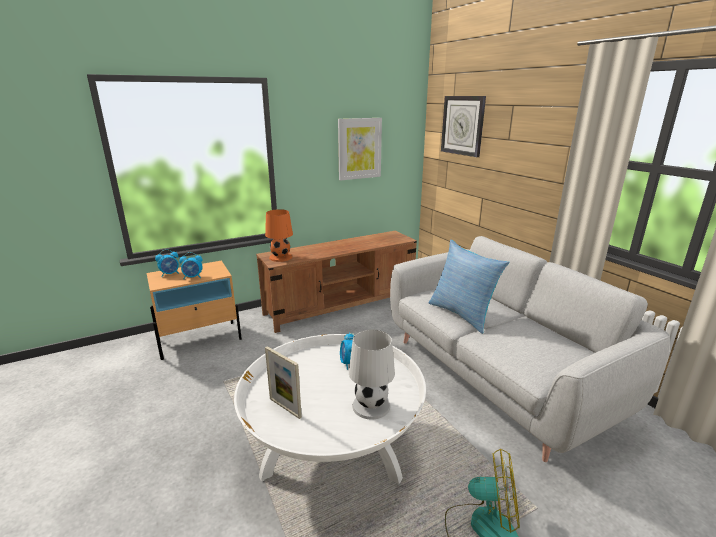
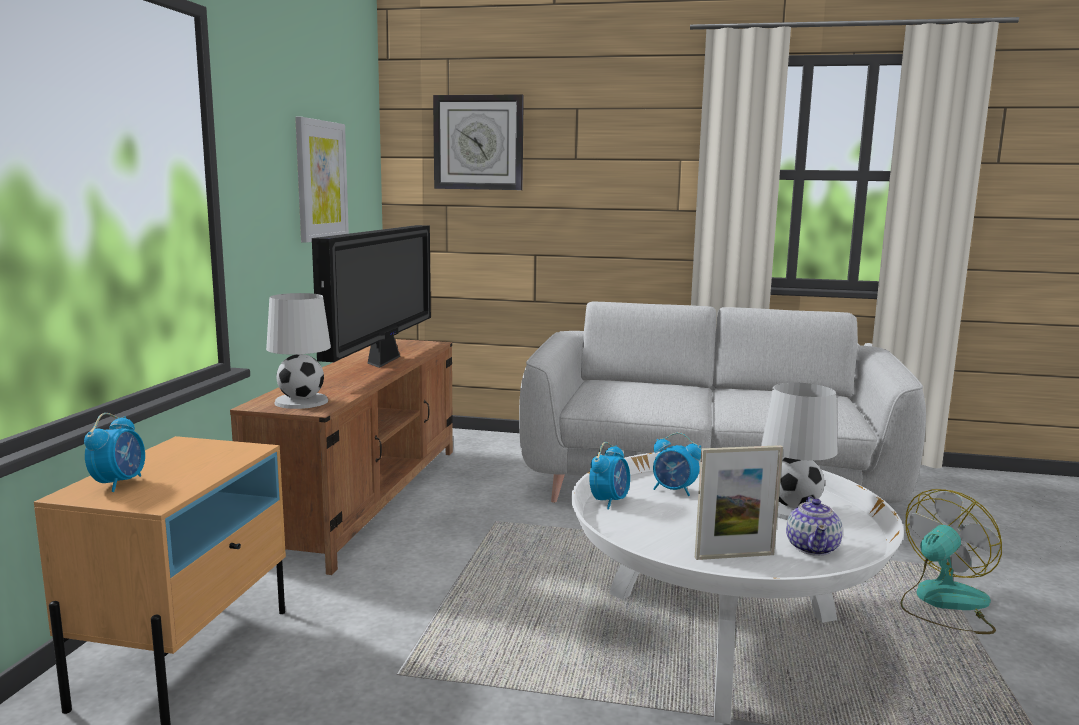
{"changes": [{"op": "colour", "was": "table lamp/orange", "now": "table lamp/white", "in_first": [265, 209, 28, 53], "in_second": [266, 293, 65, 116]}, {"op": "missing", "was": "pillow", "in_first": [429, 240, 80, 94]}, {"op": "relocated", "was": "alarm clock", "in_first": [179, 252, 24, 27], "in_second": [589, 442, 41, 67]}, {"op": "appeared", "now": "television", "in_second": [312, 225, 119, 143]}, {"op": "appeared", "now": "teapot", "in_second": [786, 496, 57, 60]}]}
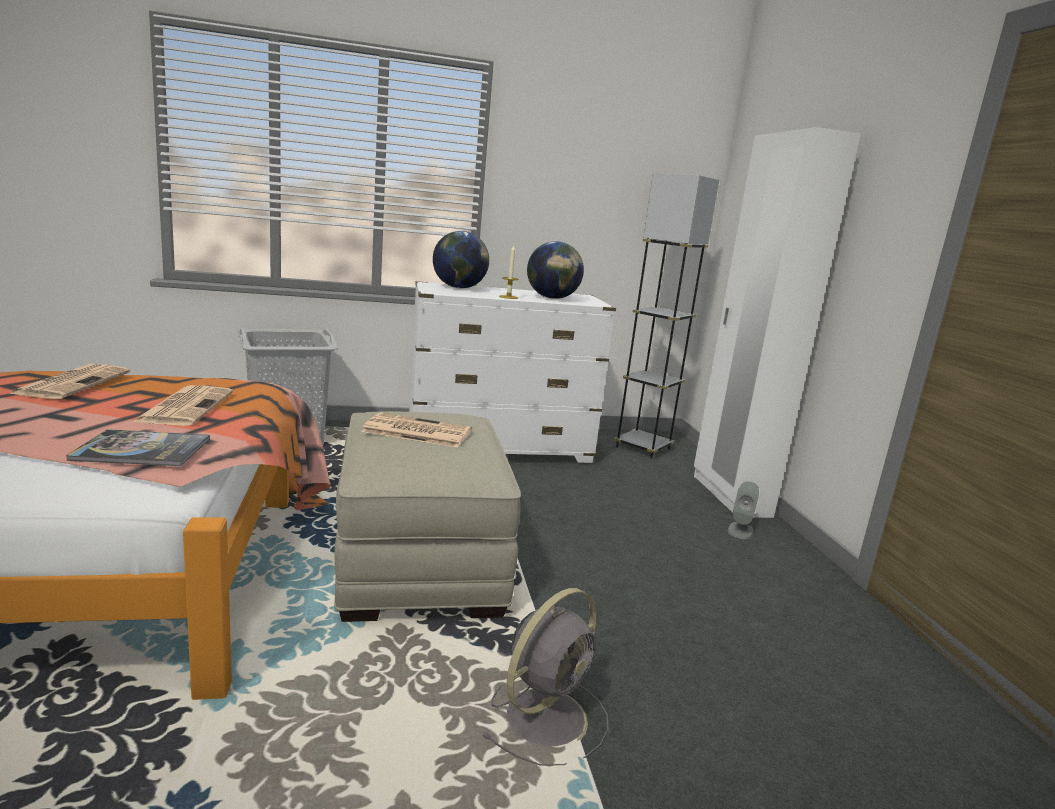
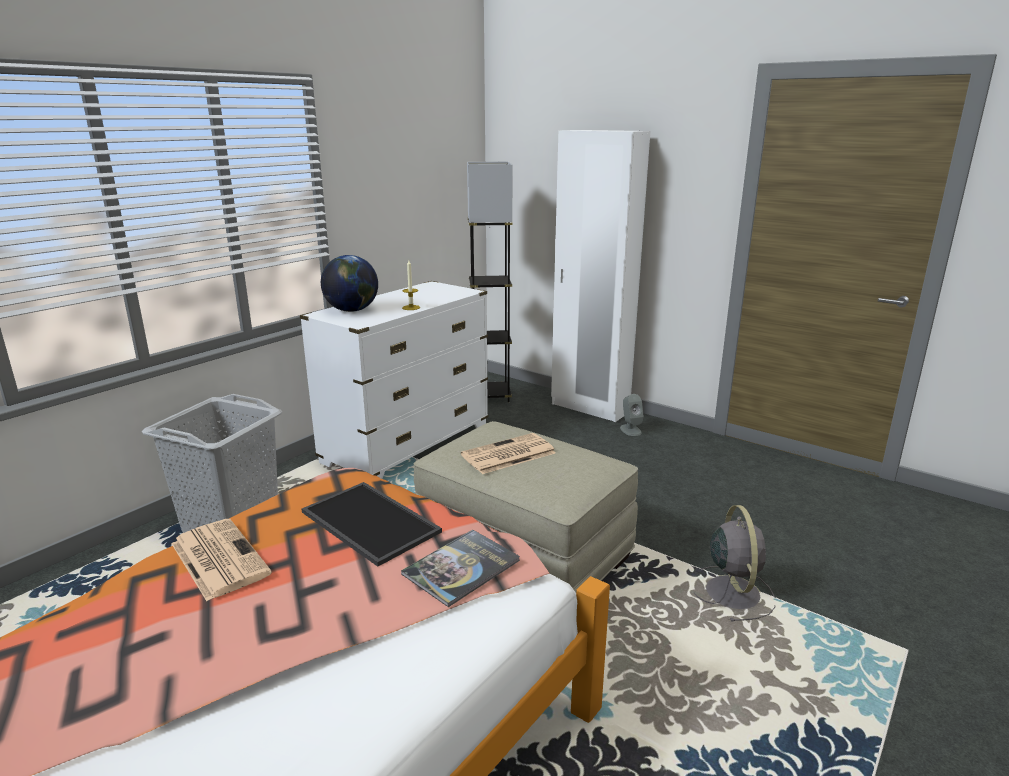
{"changes": [{"op": "missing", "was": "globe", "in_first": [527, 241, 57, 58]}, {"op": "exchanged", "was": "newspaper", "now": "tray", "in_first": [133, 385, 100, 41], "in_second": [302, 482, 140, 85]}]}
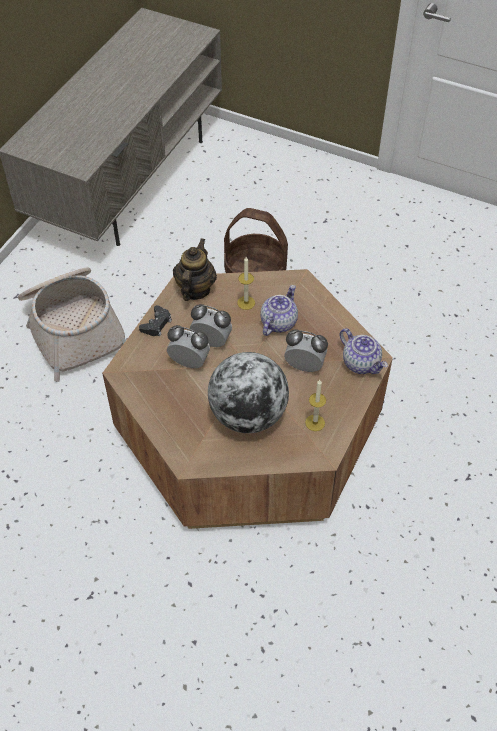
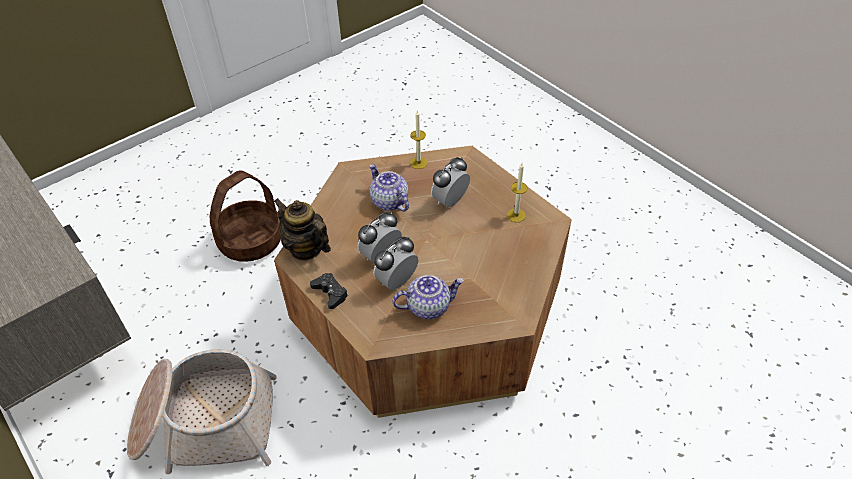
{"changes": [{"op": "relocated", "was": "candle", "in_first": [237, 257, 18, 53], "in_second": [410, 111, 18, 58]}, {"op": "relocated", "was": "teapot", "in_first": [340, 328, 48, 46], "in_second": [392, 275, 72, 44]}, {"op": "missing", "was": "globe", "in_first": [208, 352, 81, 81]}]}
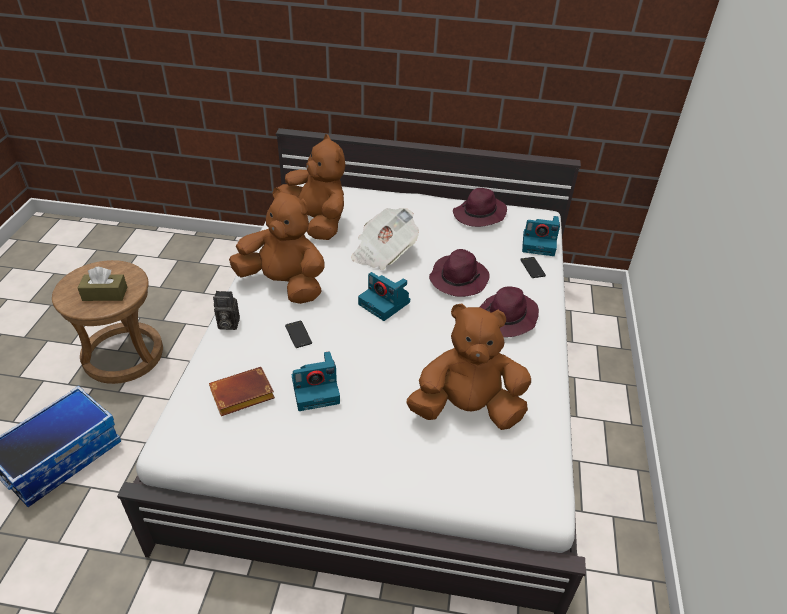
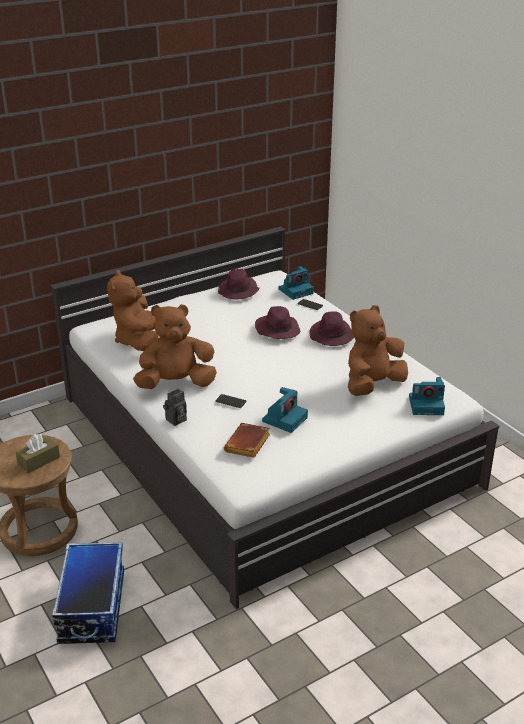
{"changes": [{"op": "spun", "was": "plush toy/brown", "in_first": [278, 134, 67, 106], "in_second": [107, 270, 52, 81], "clockwise": -105}, {"op": "missing", "was": "newspaper", "in_first": [351, 208, 68, 62]}, {"op": "relocated", "was": "photo camera", "in_first": [358, 272, 52, 49], "in_second": [409, 377, 36, 38]}]}
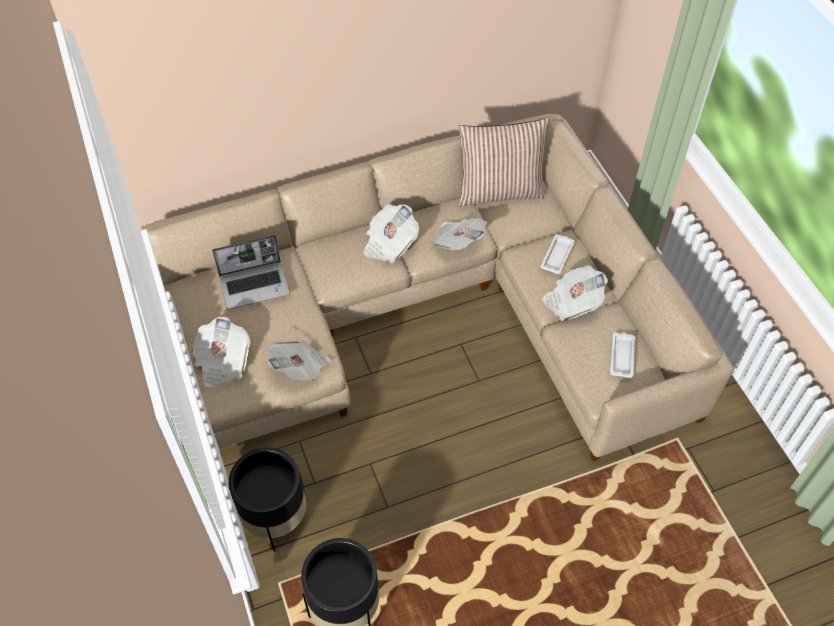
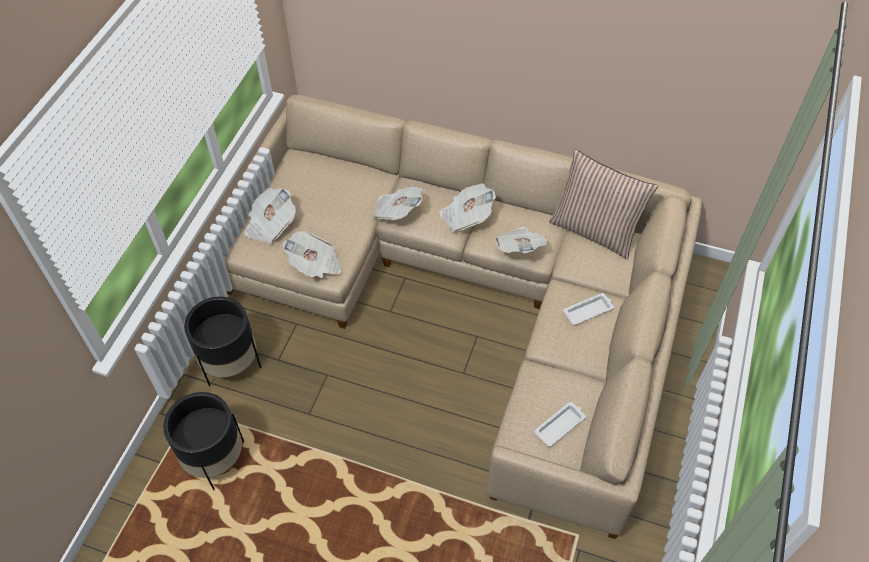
{"changes": [{"op": "missing", "was": "laptop", "in_first": [212, 235, 78, 75]}, {"op": "relocated", "was": "newspaper", "in_first": [542, 266, 66, 55], "in_second": [373, 186, 50, 34]}]}
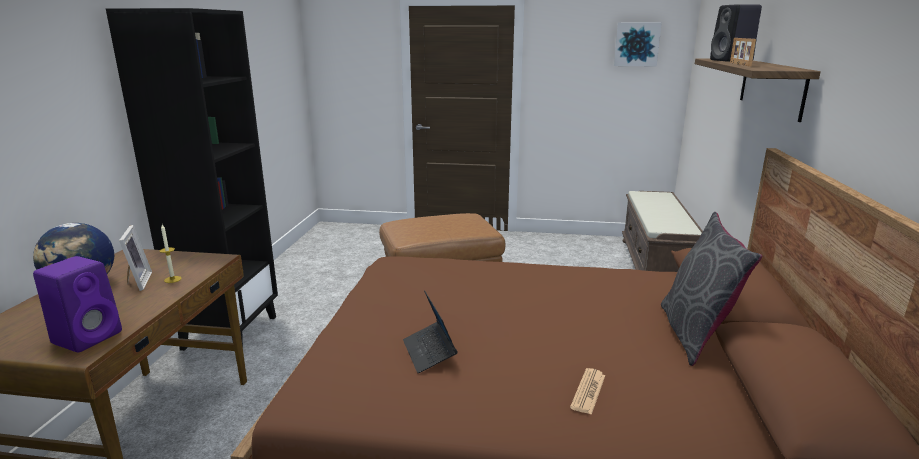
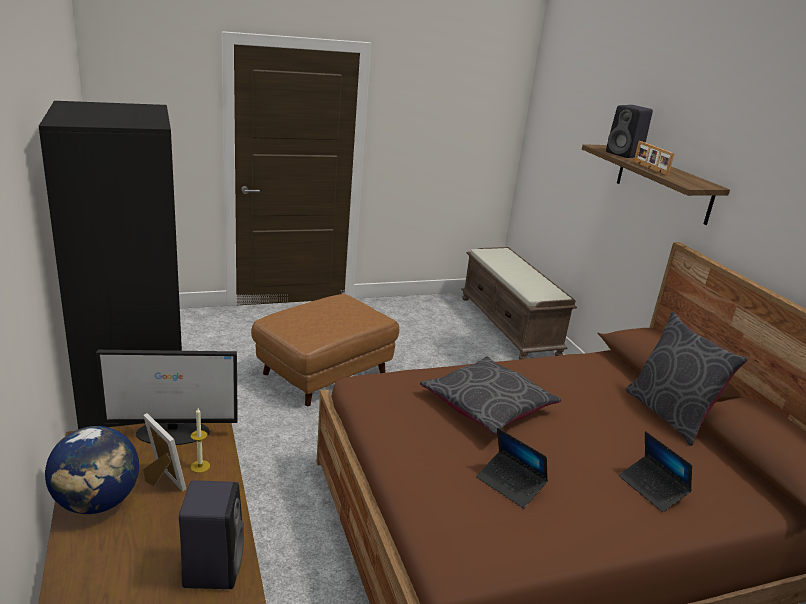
{"changes": [{"op": "missing", "was": "picture", "in_first": [614, 22, 48, 44]}, {"op": "colour", "was": "speaker/purple", "now": "speaker/black", "in_first": [33, 256, 89, 96], "in_second": [179, 480, 65, 109]}, {"op": "exchanged", "was": "newspaper", "now": "laptop", "in_first": [570, 368, 35, 47], "in_second": [619, 431, 73, 81]}, {"op": "appeared", "now": "monitor", "in_second": [96, 350, 142, 95]}, {"op": "appeared", "now": "pillow/grey", "in_second": [420, 356, 141, 79]}]}
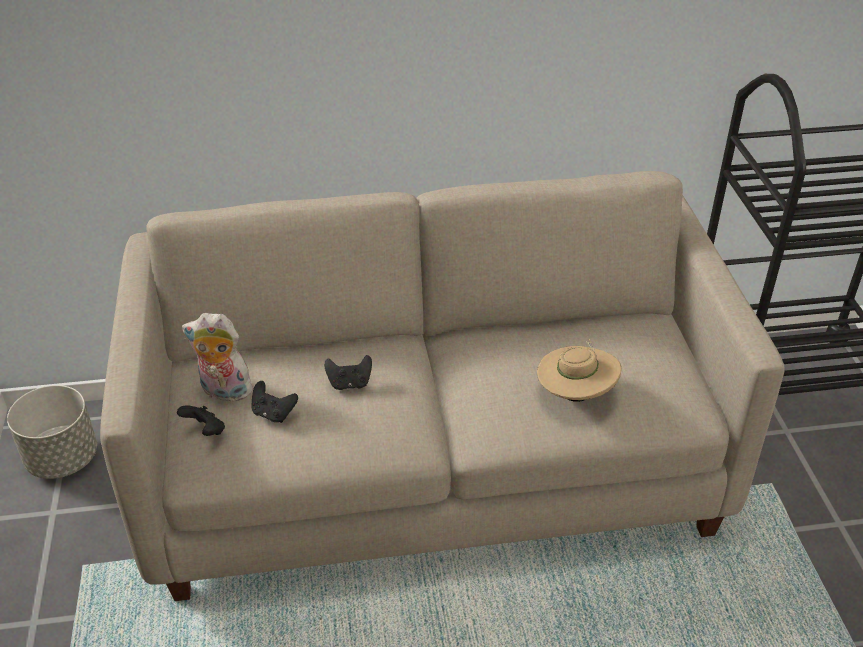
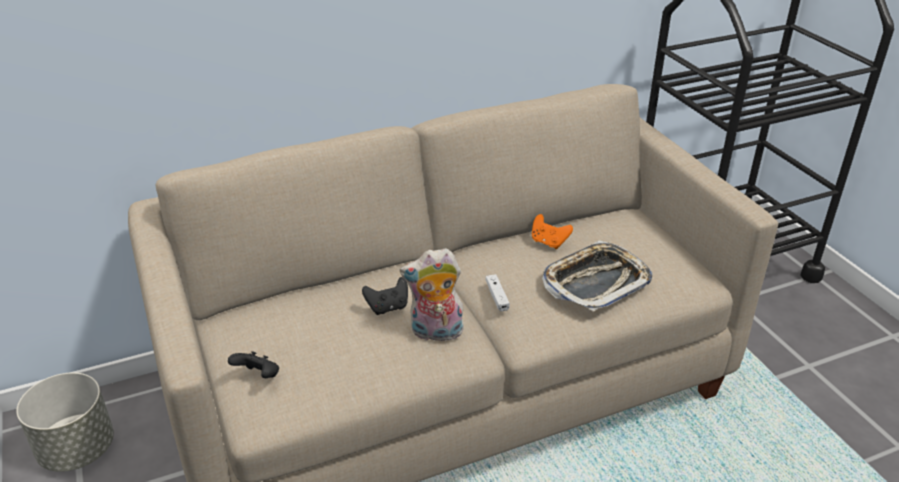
{"changes": [{"op": "relocated", "was": "plush toy", "in_first": [182, 313, 71, 89], "in_second": [400, 248, 64, 93]}, {"op": "exchanged", "was": "hat/beige", "now": "tray", "in_first": [537, 339, 84, 63], "in_second": [542, 240, 110, 72]}, {"op": "missing", "was": "game controller/black", "in_first": [252, 381, 46, 42]}, {"op": "appeared", "now": "game controller/orange", "in_second": [532, 214, 41, 35]}, {"op": "appeared", "now": "game controller/white", "in_second": [485, 274, 25, 37]}]}
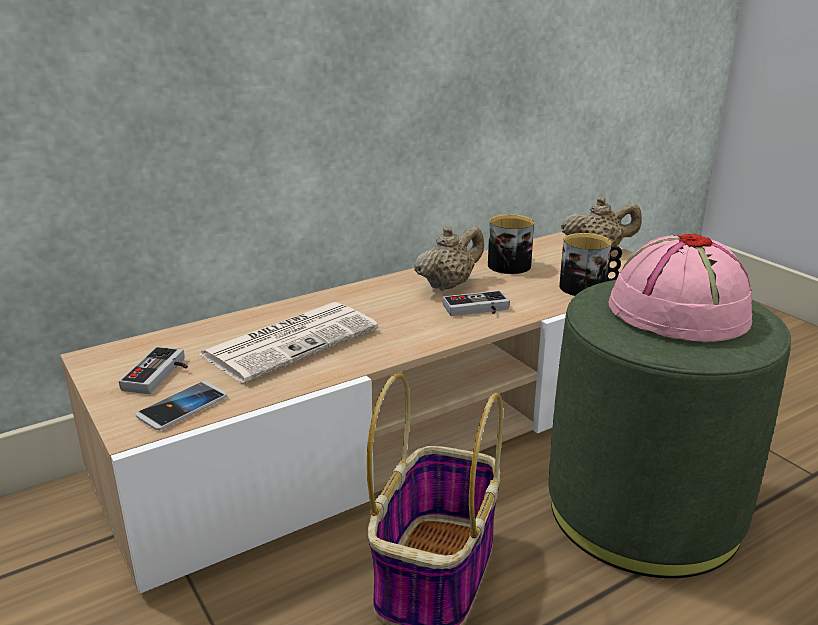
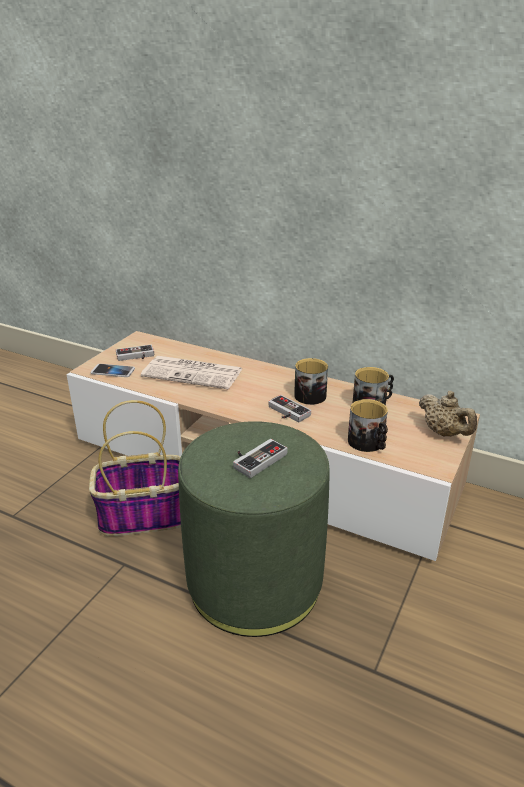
{"changes": [{"op": "exchanged", "was": "teapot/beige", "now": "mug", "in_first": [414, 226, 70, 65], "in_second": [294, 358, 34, 47]}, {"op": "exchanged", "was": "hat/pink", "now": "game controller", "in_first": [608, 234, 144, 108], "in_second": [233, 439, 54, 39]}]}
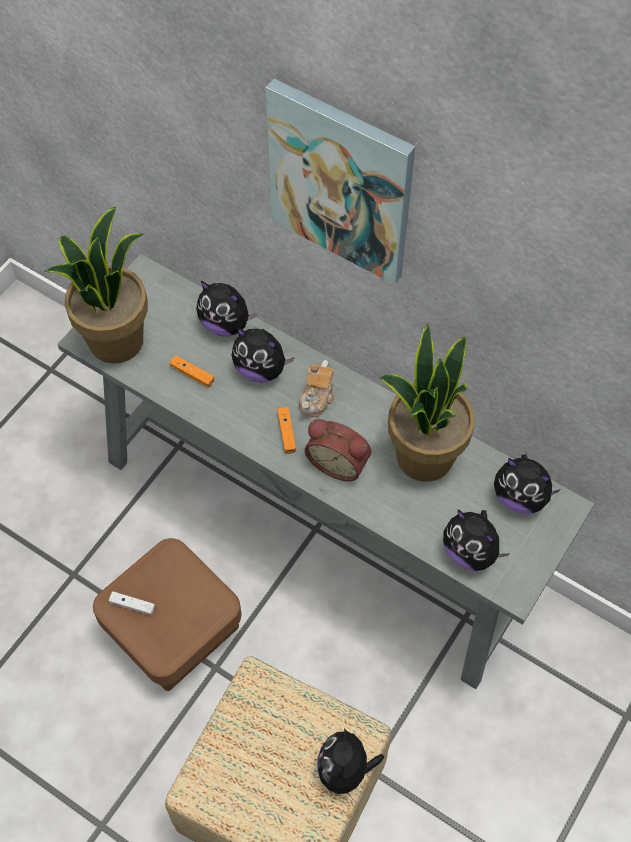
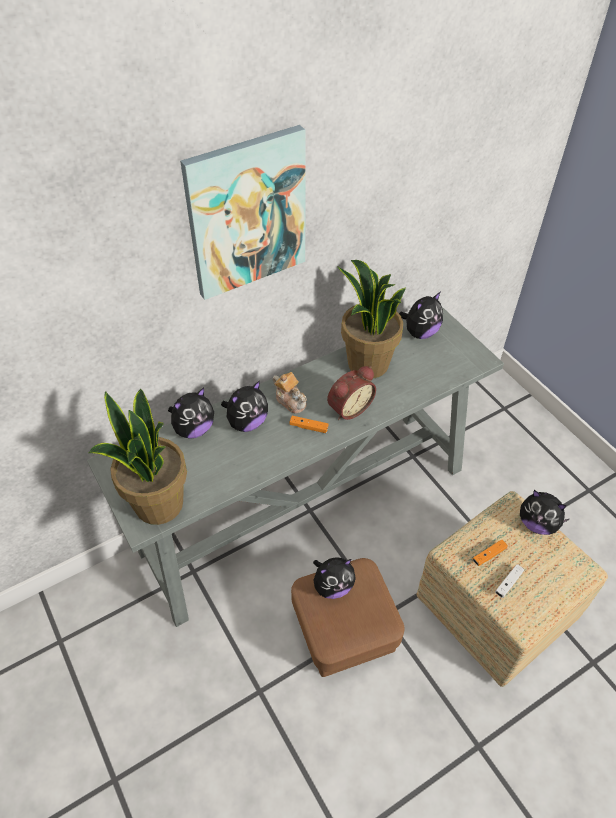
{"changes": [{"op": "relocated", "was": "game controller/orange", "in_first": [170, 355, 44, 32], "in_second": [473, 539, 35, 27]}, {"op": "relocated", "was": "plush toy", "in_first": [443, 510, 66, 61], "in_second": [313, 557, 43, 42]}, {"op": "relocated", "was": "game controller/white", "in_first": [109, 591, 46, 24], "in_second": [495, 564, 30, 34]}]}
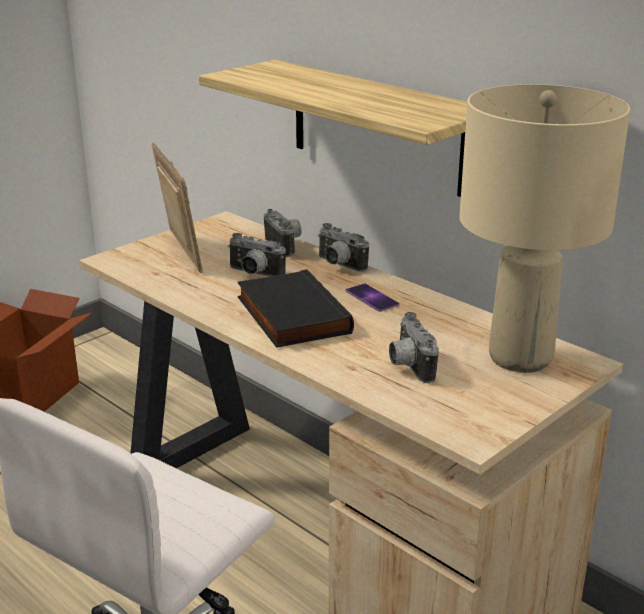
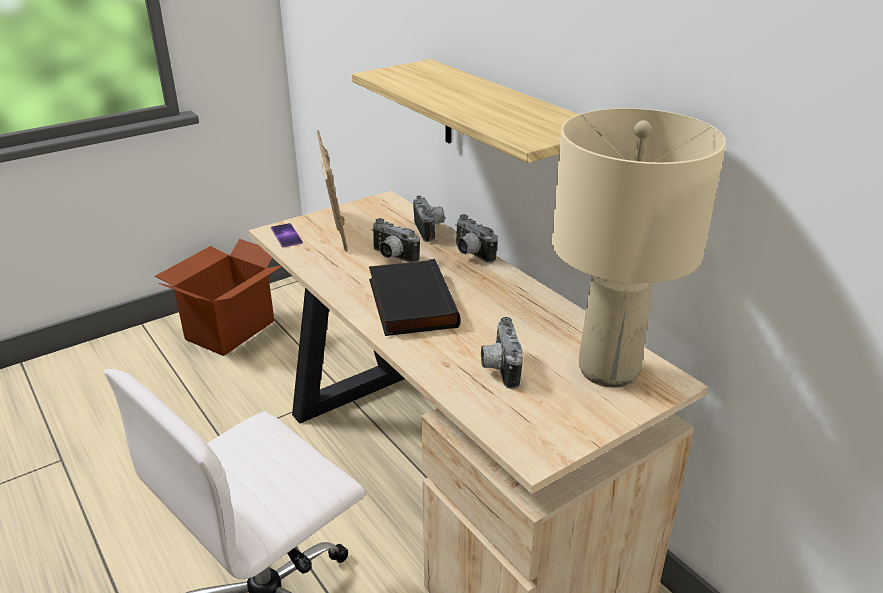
{"changes": [{"op": "relocated", "was": "phone", "in_first": [346, 284, 53, 28], "in_second": [271, 223, 32, 25]}]}
